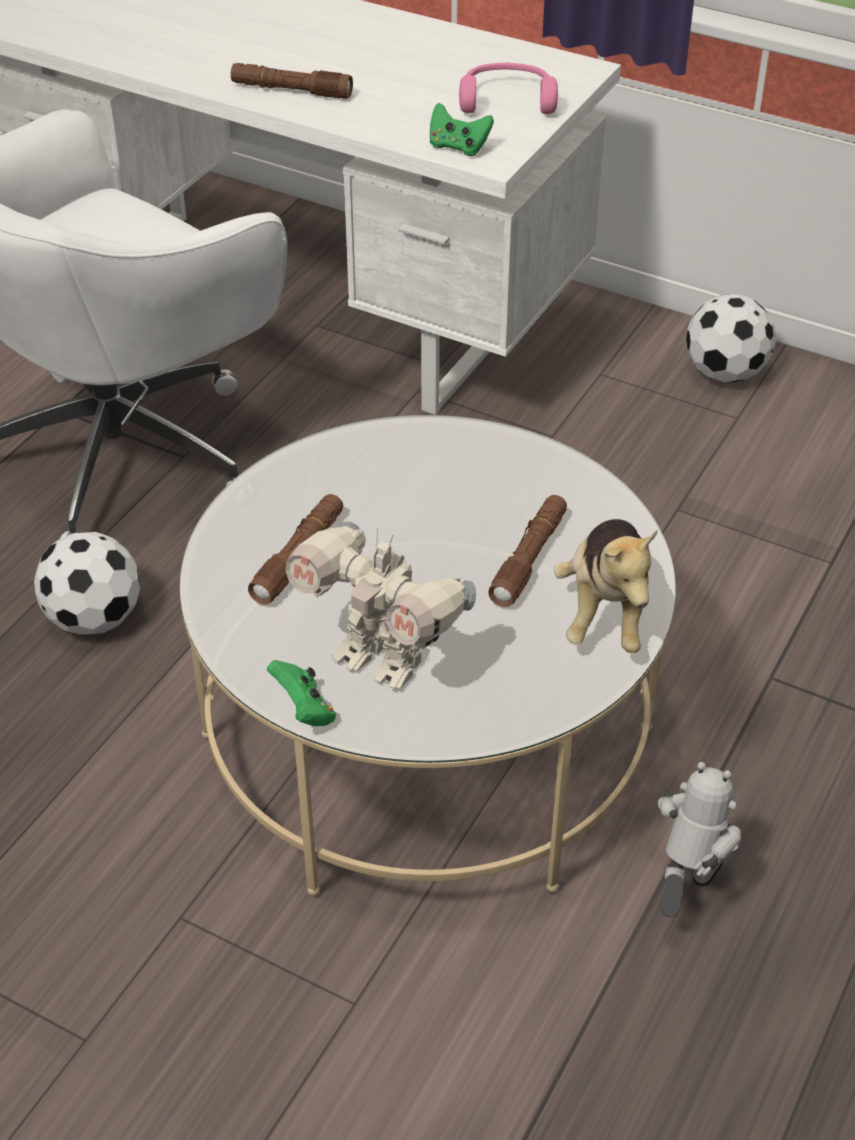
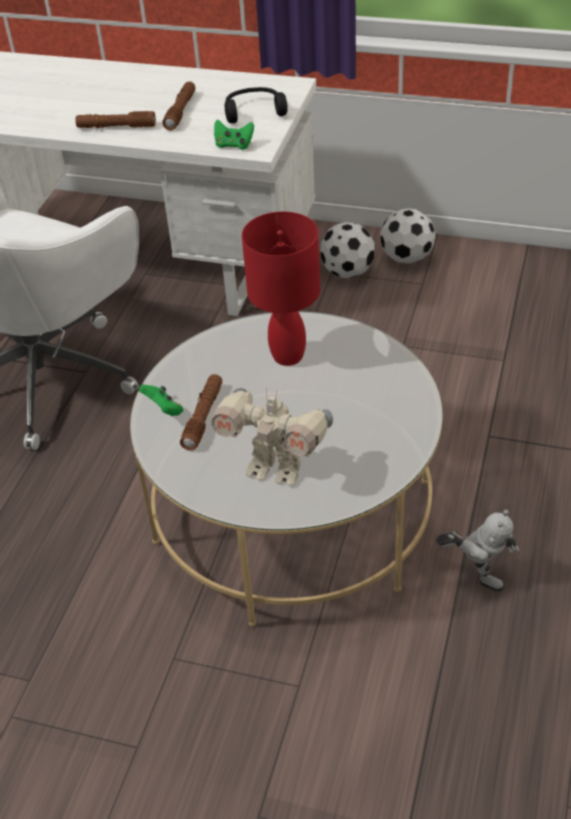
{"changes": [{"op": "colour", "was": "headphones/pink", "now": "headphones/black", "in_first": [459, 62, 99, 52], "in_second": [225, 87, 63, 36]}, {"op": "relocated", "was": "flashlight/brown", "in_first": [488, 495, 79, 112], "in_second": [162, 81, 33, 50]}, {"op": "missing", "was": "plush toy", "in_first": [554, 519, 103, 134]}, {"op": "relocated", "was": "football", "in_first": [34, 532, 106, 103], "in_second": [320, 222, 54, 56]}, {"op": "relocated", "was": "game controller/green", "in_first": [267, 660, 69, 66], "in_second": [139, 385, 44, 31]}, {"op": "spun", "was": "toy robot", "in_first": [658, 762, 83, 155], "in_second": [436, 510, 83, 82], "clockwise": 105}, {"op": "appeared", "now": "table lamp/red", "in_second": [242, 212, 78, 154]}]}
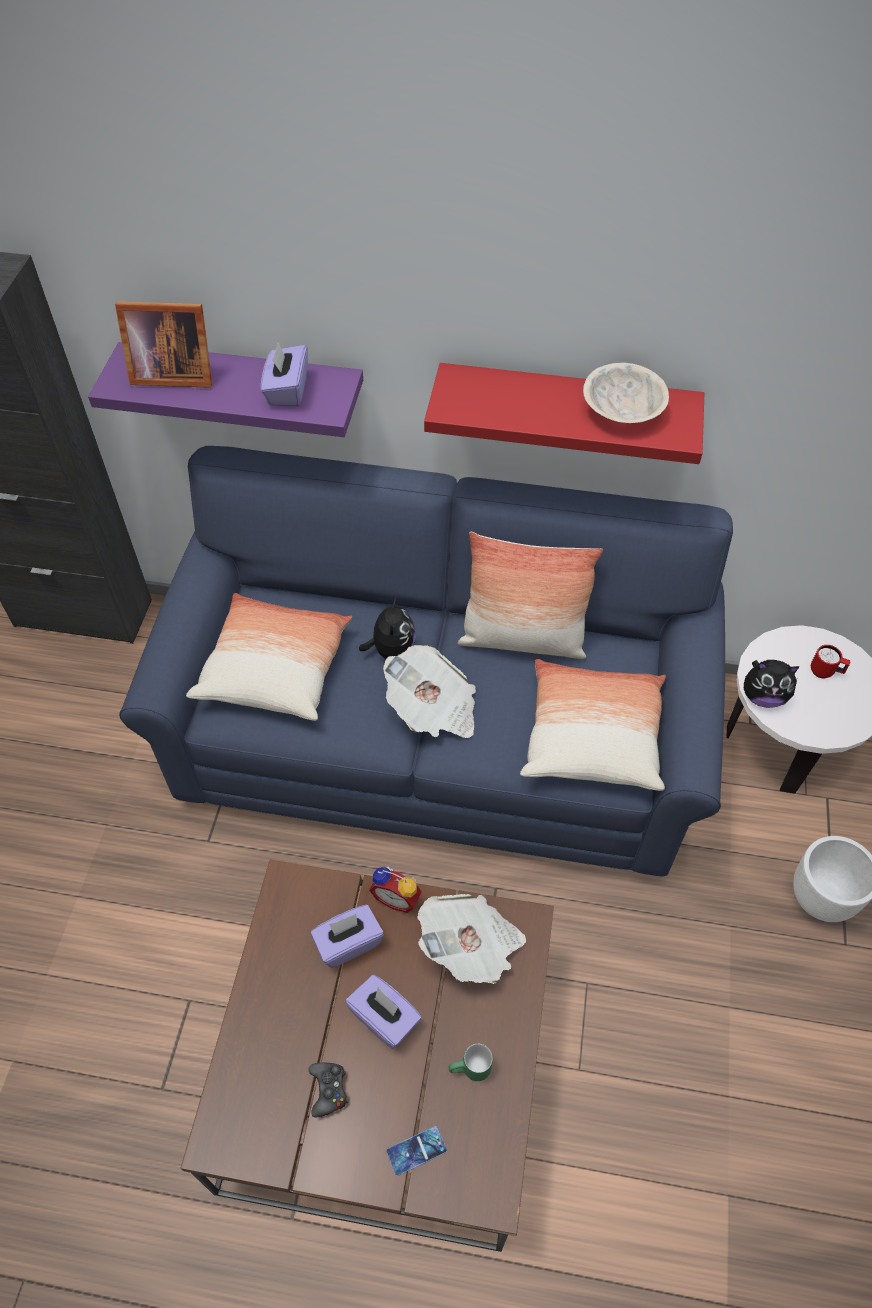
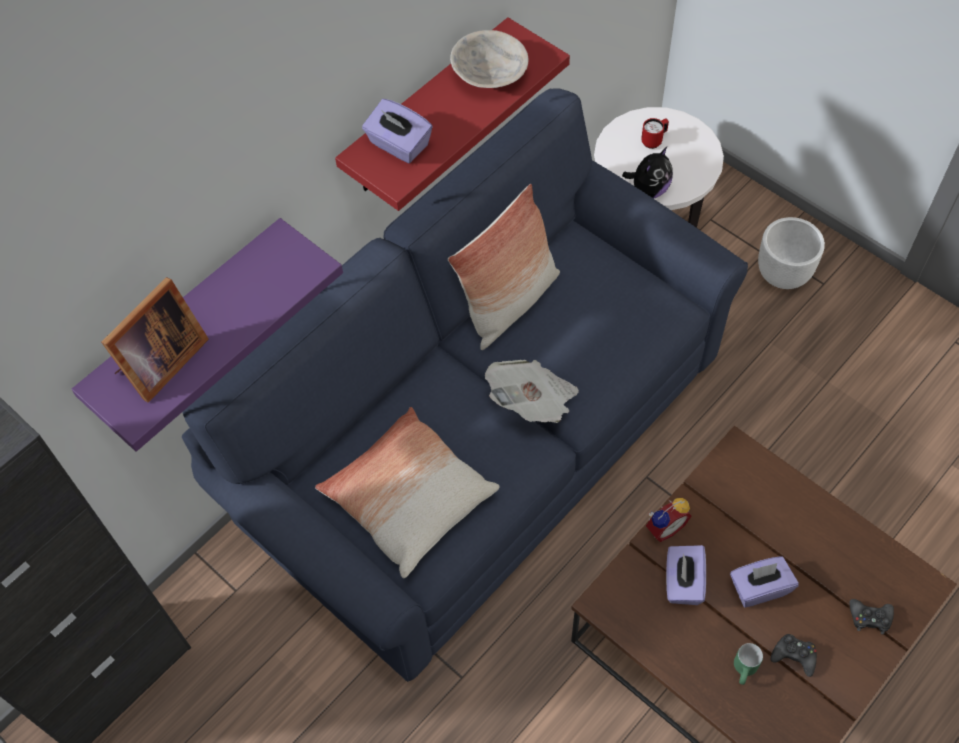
{"changes": [{"op": "relocated", "was": "tissue box/purple", "in_first": [261, 342, 47, 65], "in_second": [362, 99, 70, 64]}, {"op": "missing", "was": "plush toy", "in_first": [359, 597, 57, 62]}, {"op": "missing", "was": "pillow", "in_first": [520, 659, 146, 132]}, {"op": "missing", "was": "newspaper", "in_first": [417, 894, 109, 90]}, {"op": "relocated", "was": "mug/green", "in_first": [449, 1044, 44, 37], "in_second": [734, 643, 29, 42]}, {"op": "exchanged", "was": "phone", "now": "game controller/black", "in_first": [386, 1126, 61, 50], "in_second": [849, 599, 45, 35]}]}
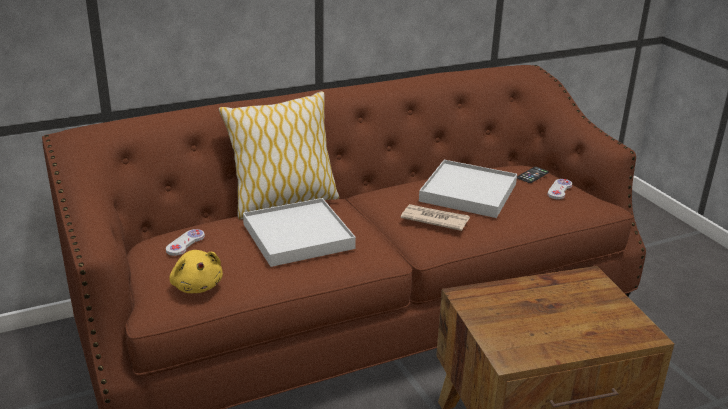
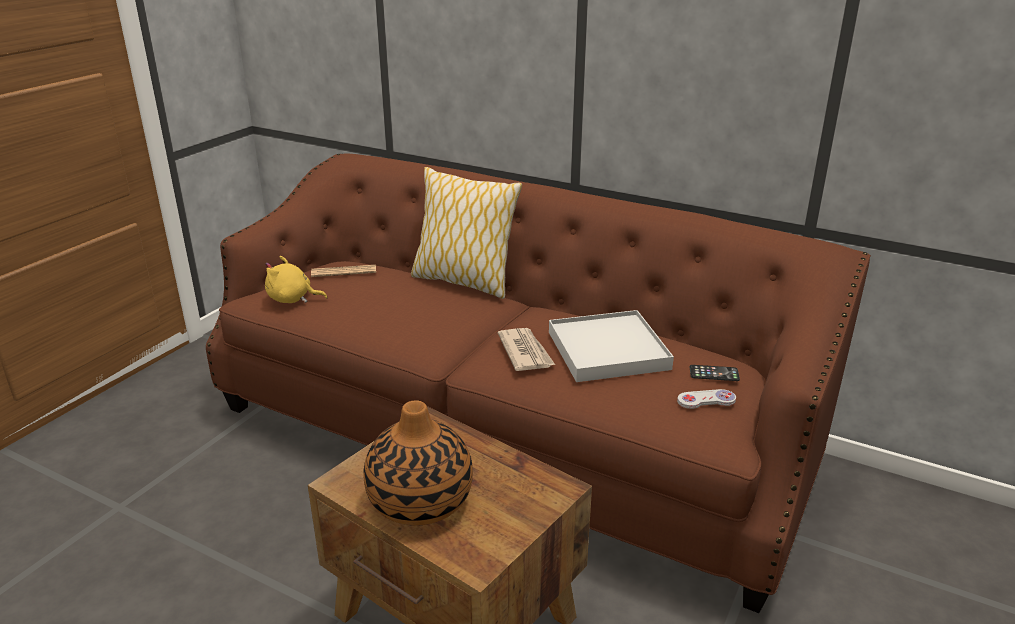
{"changes": [{"op": "missing", "was": "tray/white", "in_first": [243, 198, 113, 69]}, {"op": "exchanged", "was": "game controller/white", "now": "newspaper", "in_first": [166, 229, 39, 27], "in_second": [311, 265, 65, 12]}, {"op": "spun", "was": "plush toy/yellow", "in_first": [169, 250, 54, 43], "in_second": [265, 256, 63, 47], "clockwise": 75}, {"op": "appeared", "now": "vase", "in_second": [363, 400, 110, 126]}]}
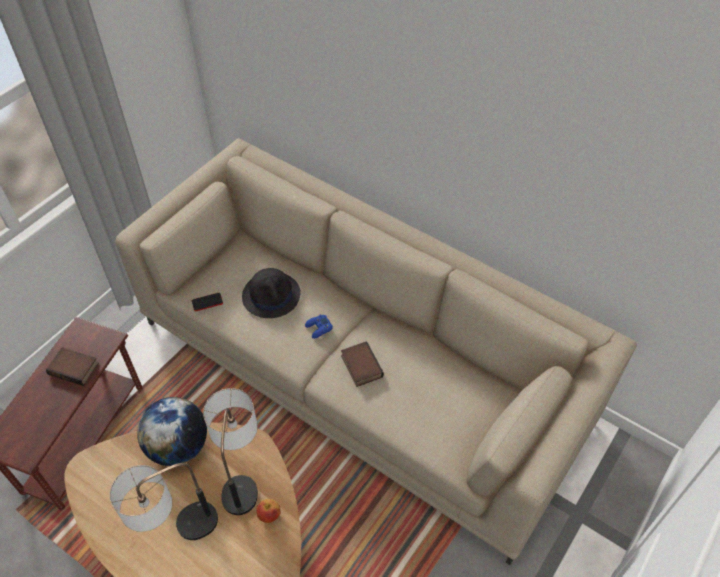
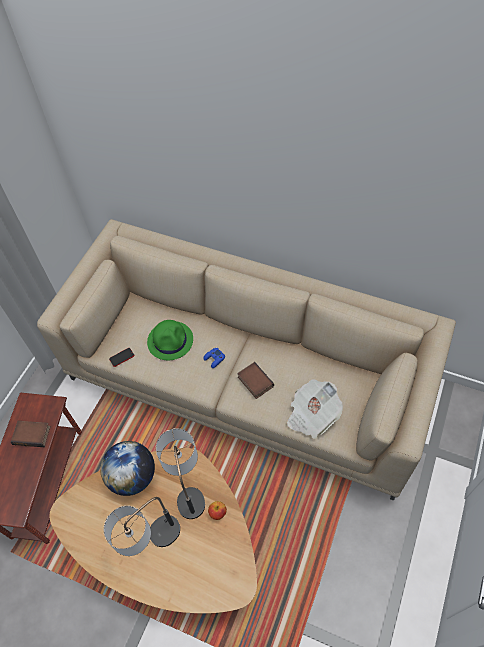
{"changes": [{"op": "colour", "was": "hat/black", "now": "hat/green", "in_first": [242, 268, 59, 50], "in_second": [147, 320, 46, 40]}, {"op": "appeared", "now": "newspaper", "in_second": [287, 379, 56, 60]}]}
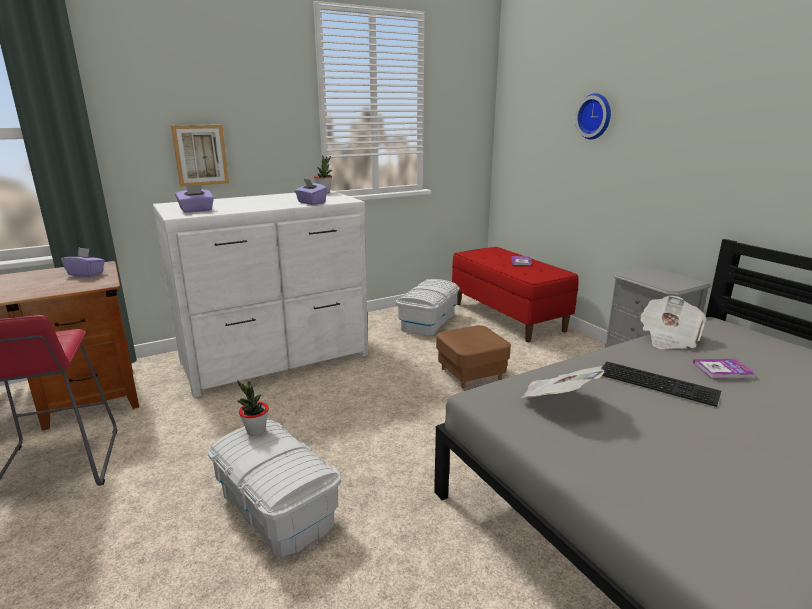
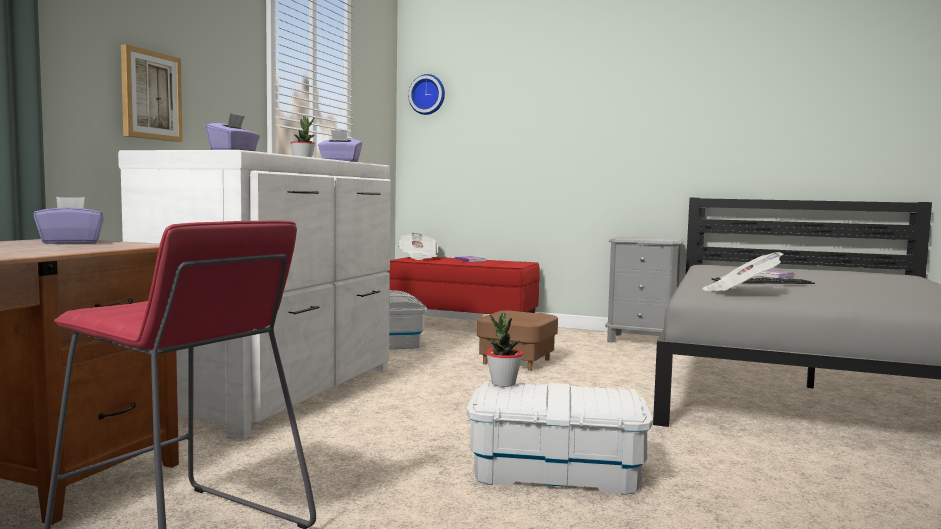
{"changes": [{"op": "relocated", "was": "wall clock", "in_first": [575, 93, 36, 46], "in_second": [408, 74, 37, 41]}, {"op": "relocated", "was": "newspaper", "in_first": [640, 296, 67, 53], "in_second": [398, 232, 40, 28]}]}
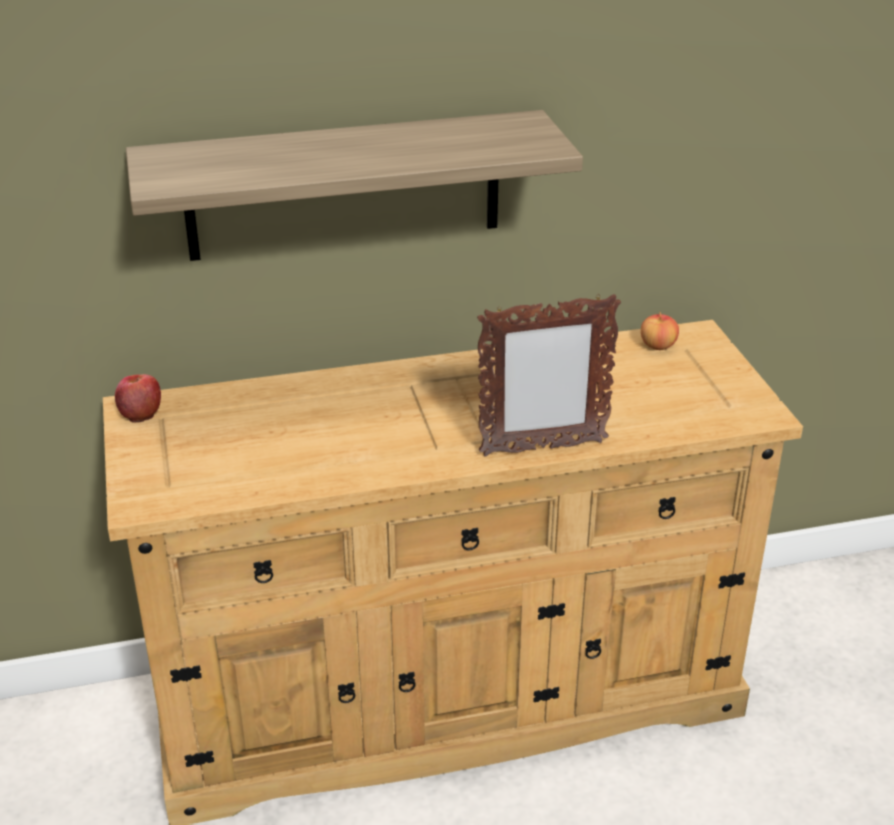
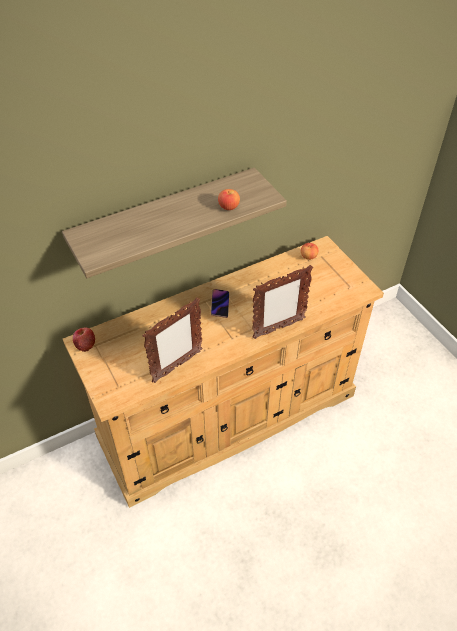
{"changes": [{"op": "appeared", "now": "apple", "in_second": [218, 189, 22, 21]}, {"op": "appeared", "now": "phone", "in_second": [211, 289, 18, 29]}, {"op": "appeared", "now": "picture frame", "in_second": [142, 298, 61, 85]}]}
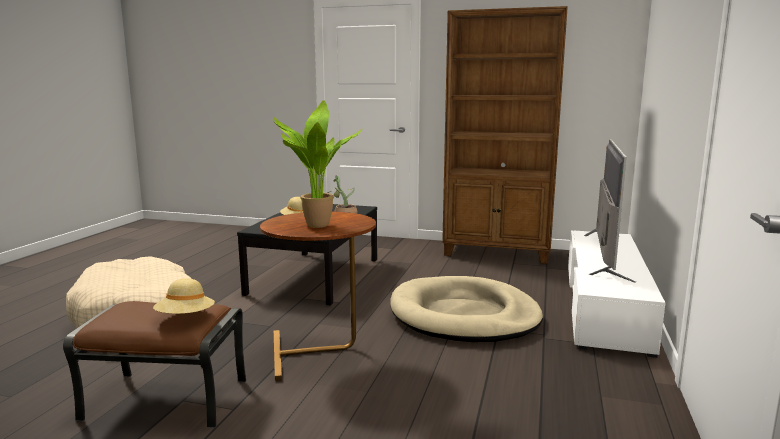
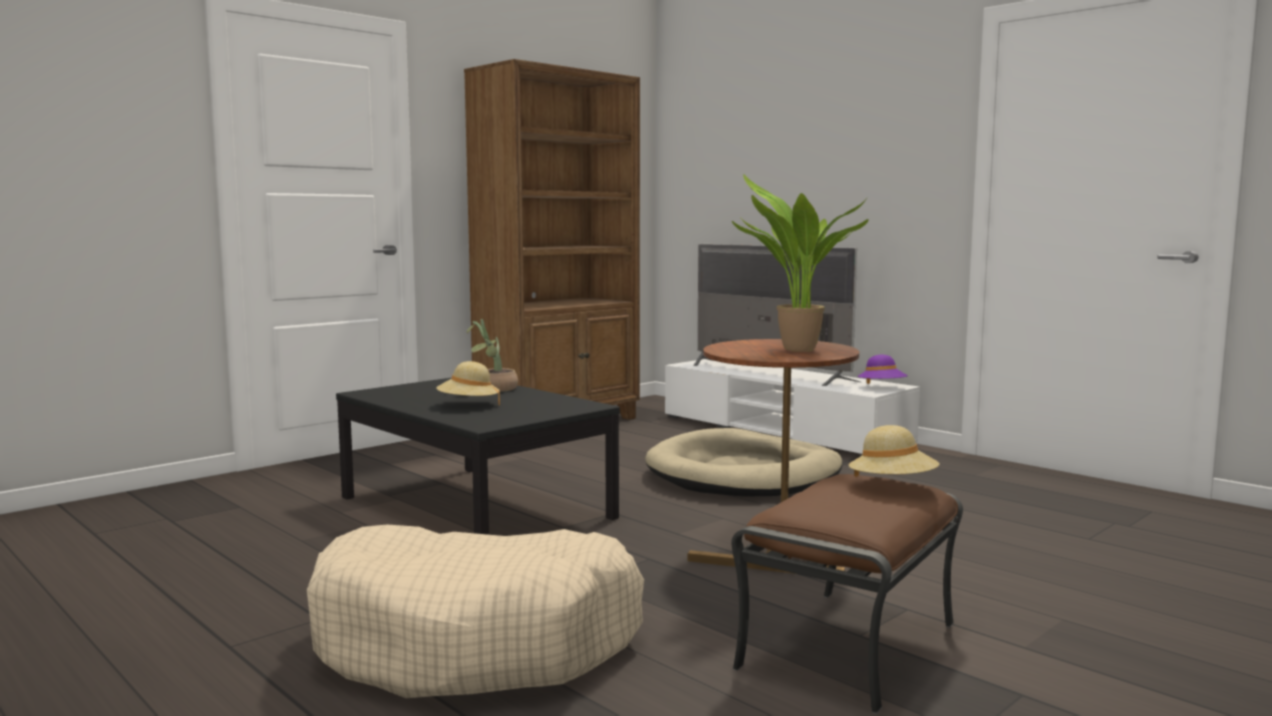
{"changes": [{"op": "appeared", "now": "hat/purple", "in_second": [858, 355, 50, 29]}]}
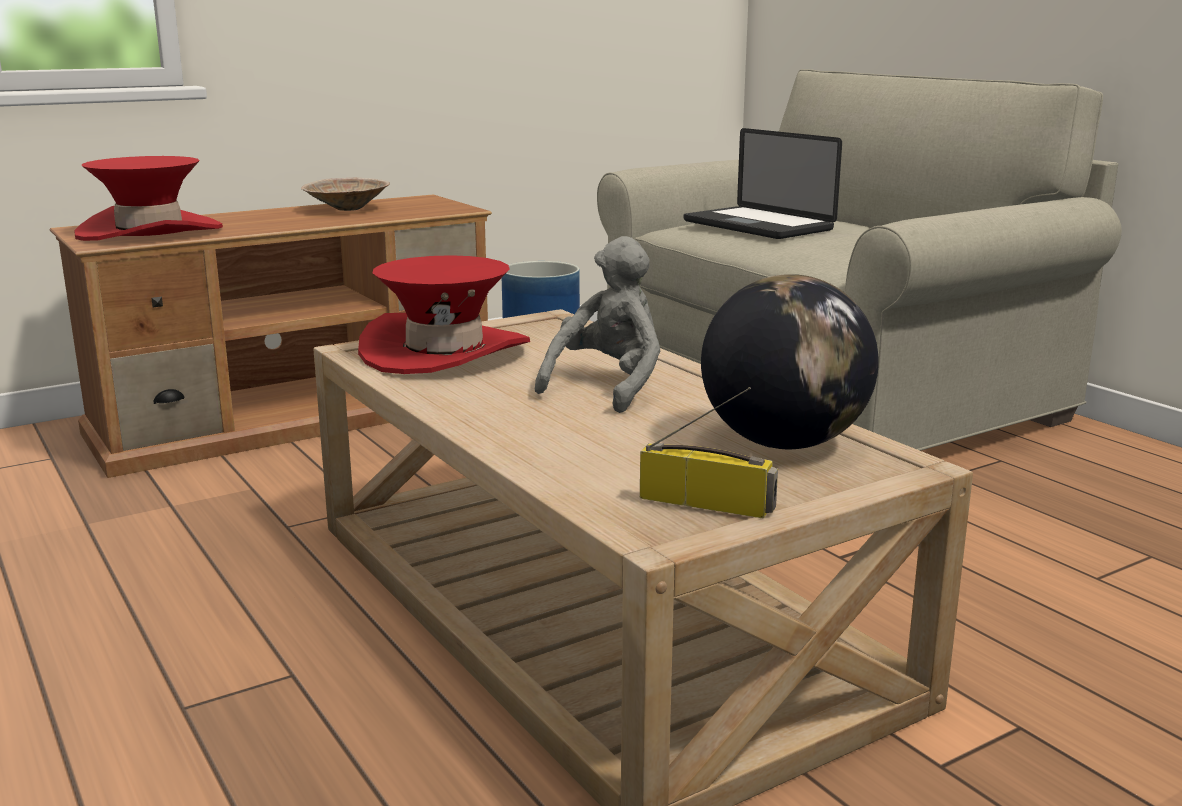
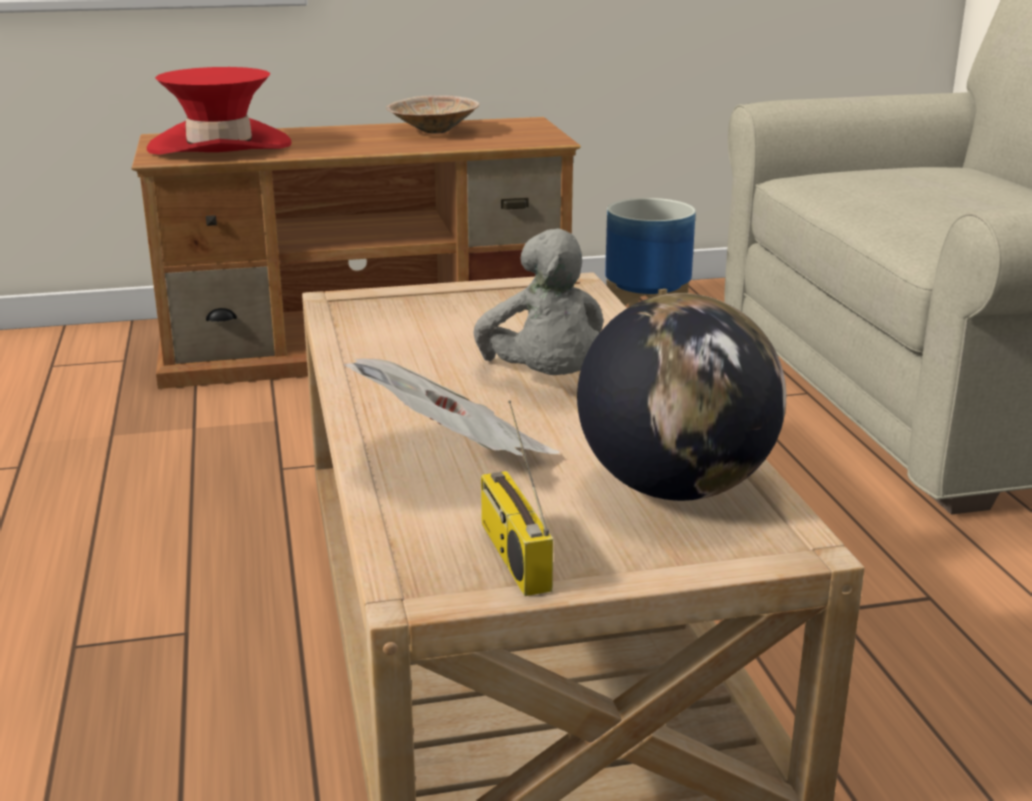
{"changes": [{"op": "missing", "was": "laptop", "in_first": [684, 128, 158, 111]}, {"op": "spun", "was": "plush toy/grey", "in_first": [535, 236, 125, 177], "in_second": [473, 229, 131, 146], "clockwise": 120}, {"op": "missing", "was": "hat/red", "in_first": [358, 255, 172, 119]}, {"op": "spun", "was": "radio", "in_first": [640, 387, 138, 131], "in_second": [481, 400, 72, 196], "clockwise": -150}, {"op": "appeared", "now": "newspaper", "in_second": [343, 359, 217, 97]}]}
